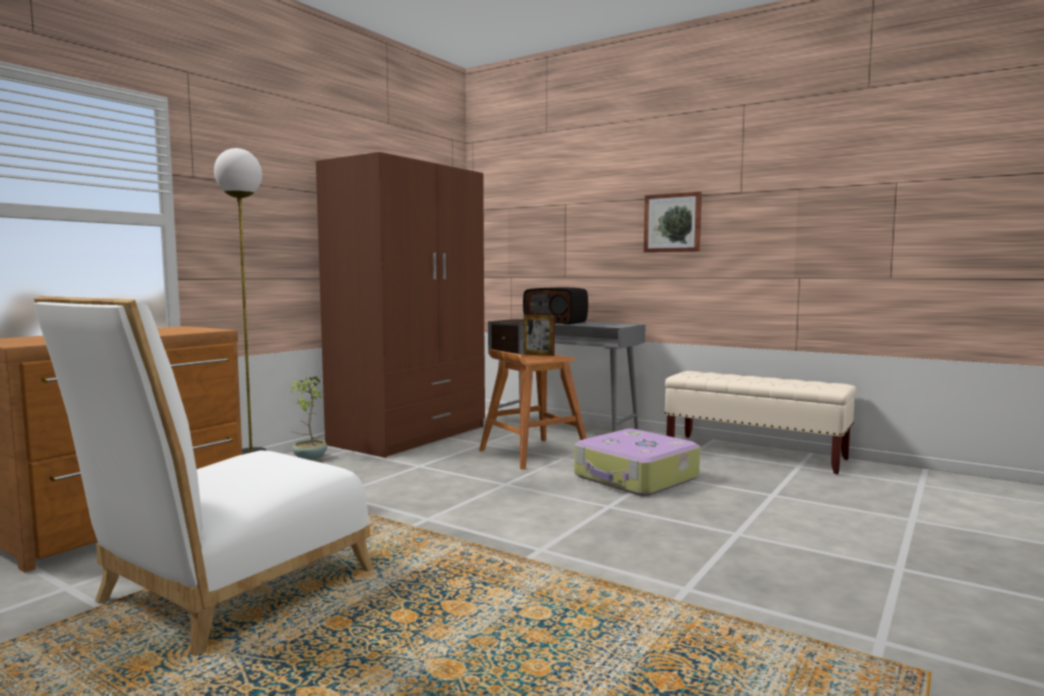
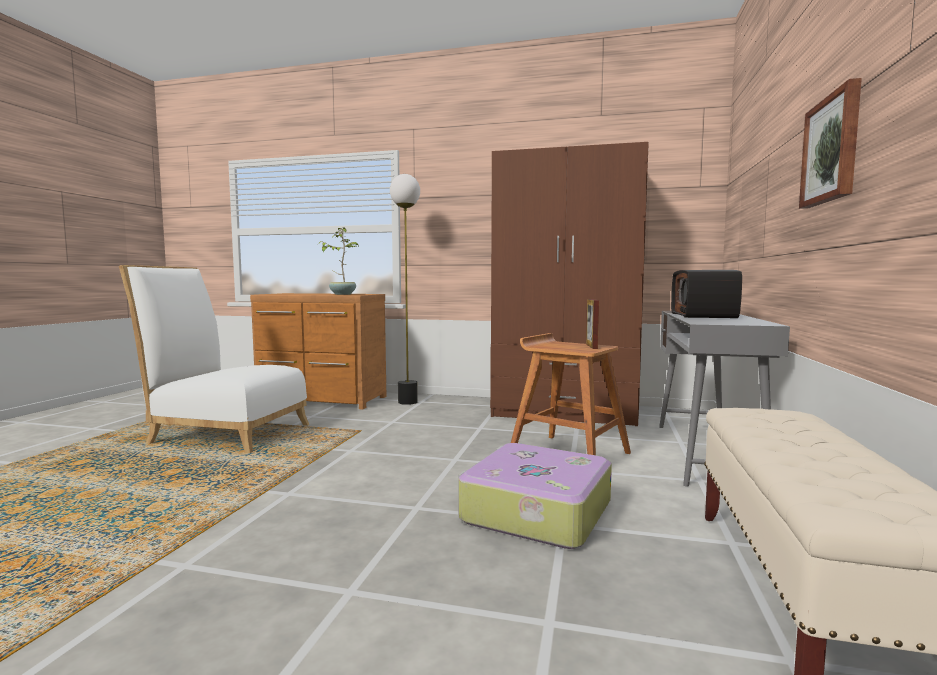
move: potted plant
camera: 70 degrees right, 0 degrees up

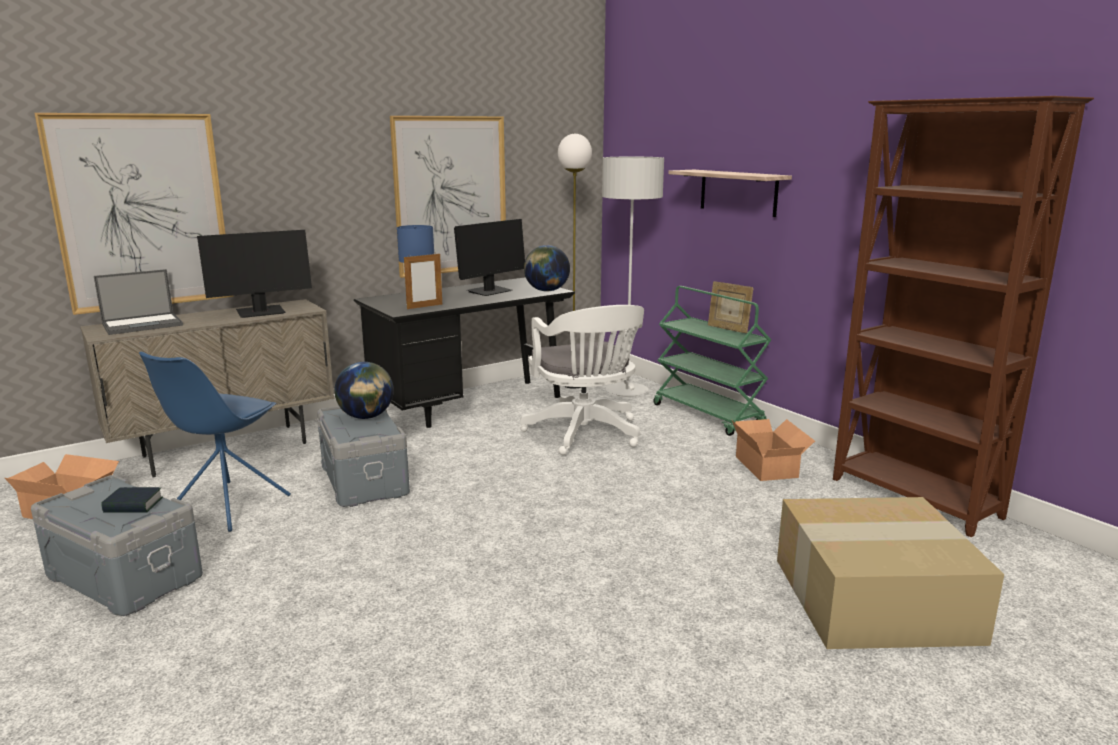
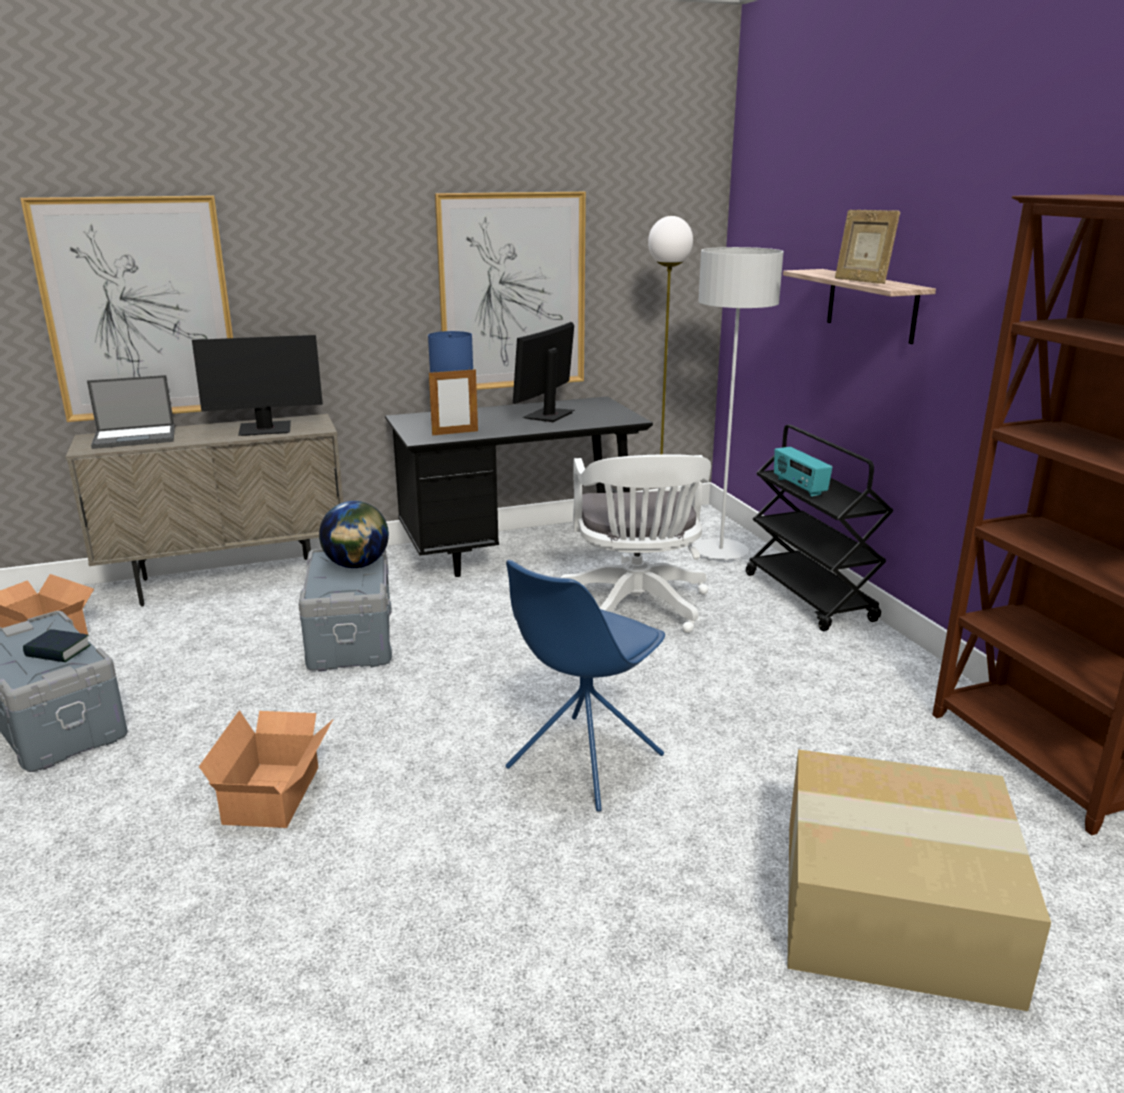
delete: globe (2nd from left)
insert: radio
move: cardboard box (2nd from left); blue chair; picture frame (2nd from left)
recolor: green cart to black cart
rotate: monitor (2nd from left) 150 degrees clockwise
camera: 15 degrees right, 5 degrees up

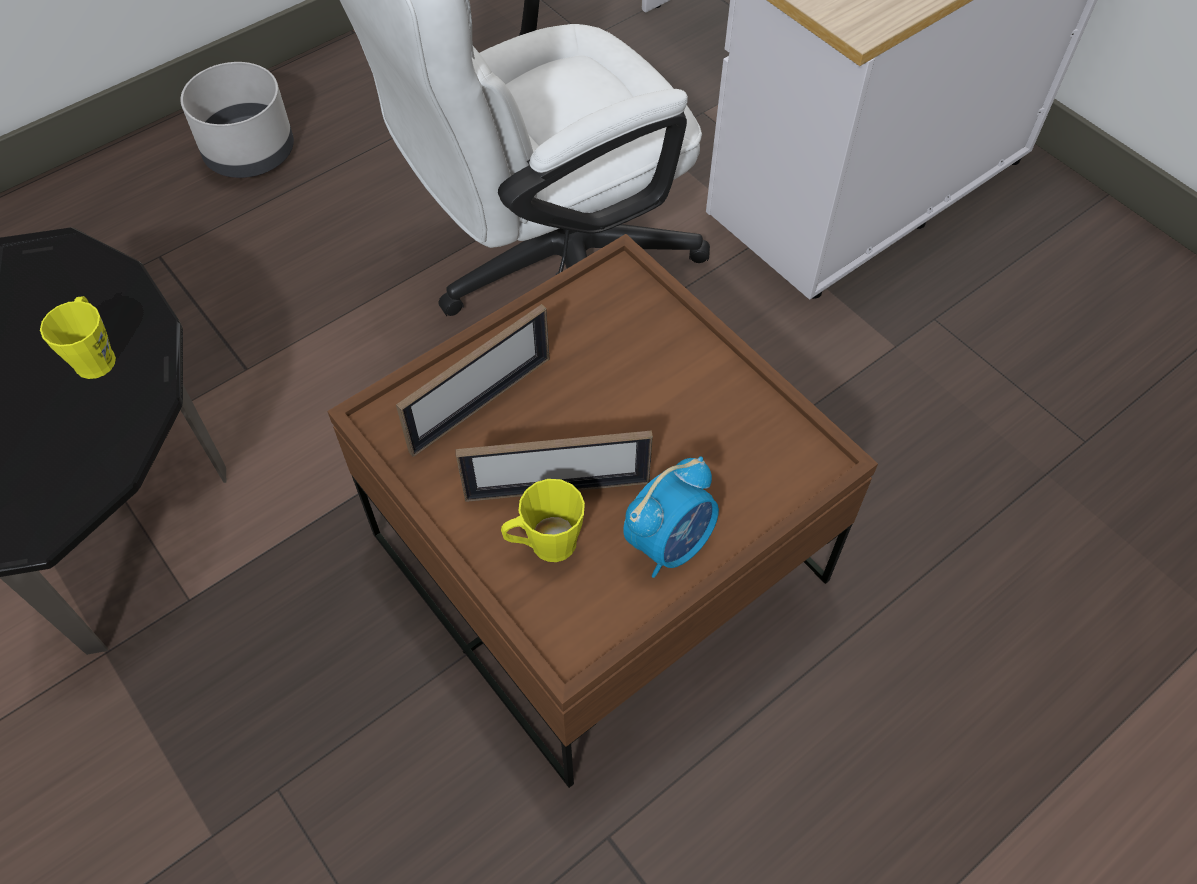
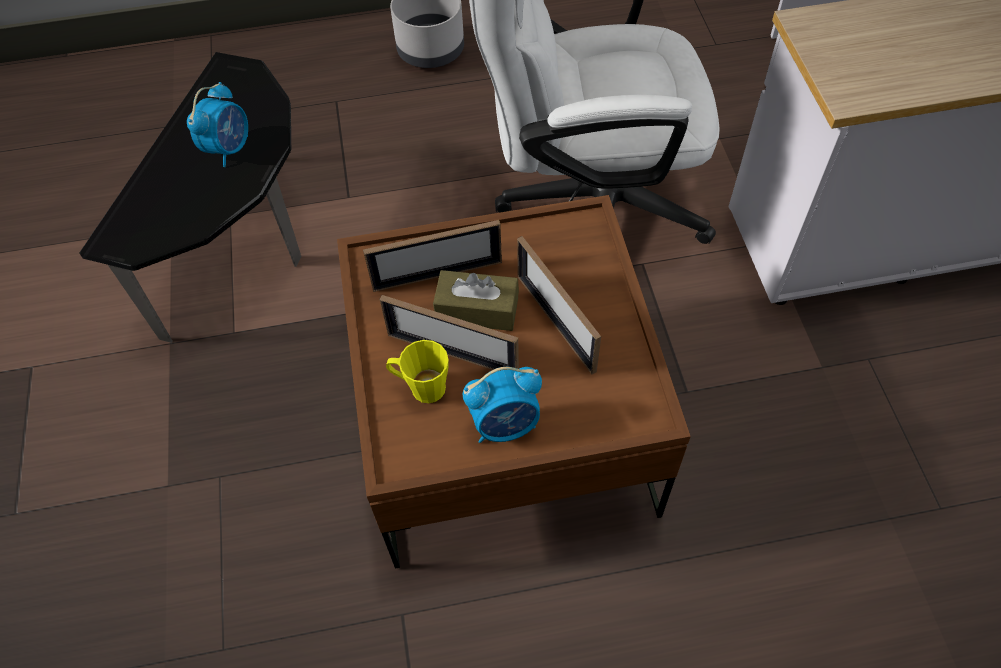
insert: brown tissue box; picture frame (3rd from left)
replace: yellow mug (1st from left) to alarm clock (1st from left)
camera: 30 degrees right, 0 degrees up

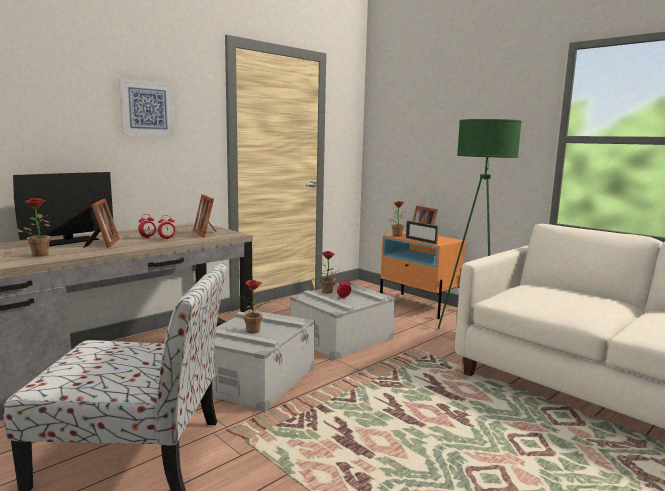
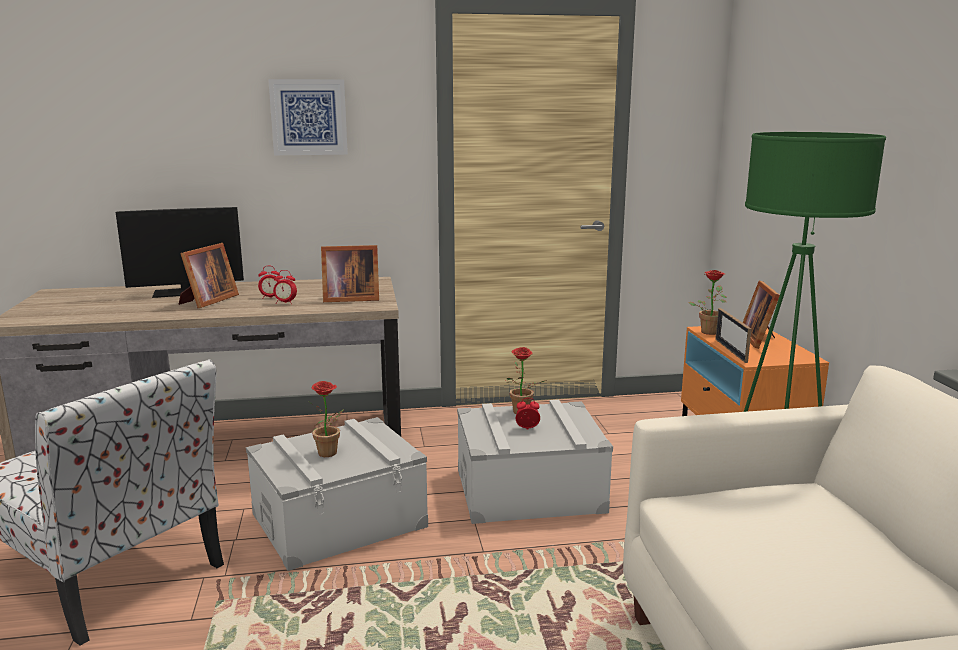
delete: potted plant (1st from left)
rotate: picture frame (2nd from left) 105 degrees counterclockwise
camera: 35 degrees right, 5 degrees up

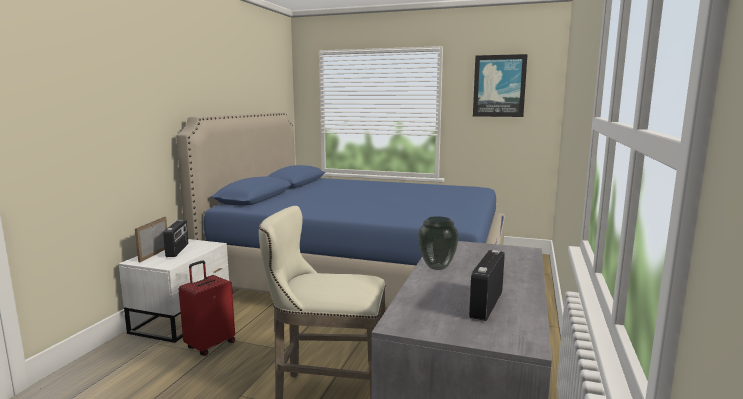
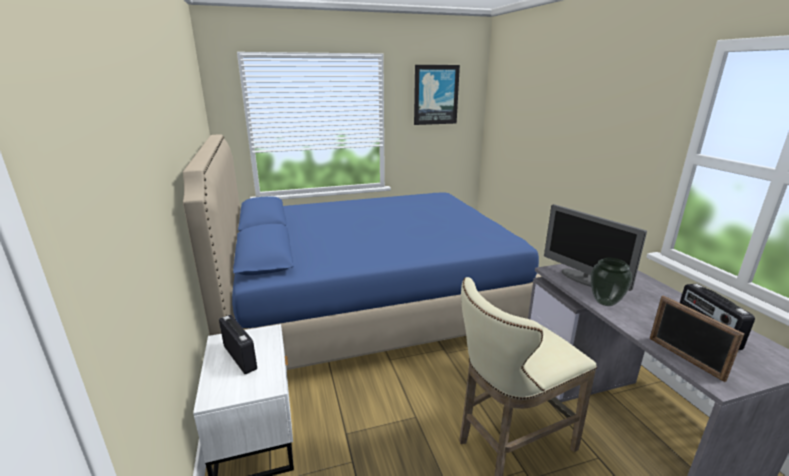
delete: red suitcase
insert: monitor
move: picture frame
camera: 35 degrees left, 10 degrees up

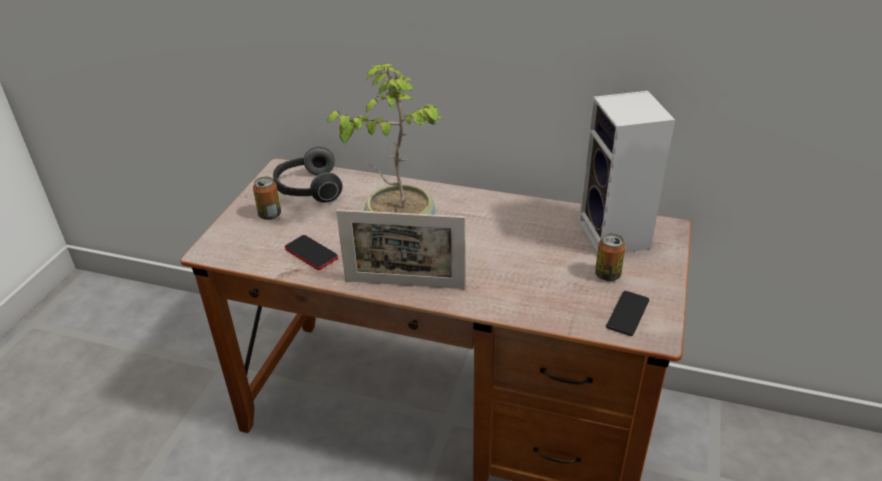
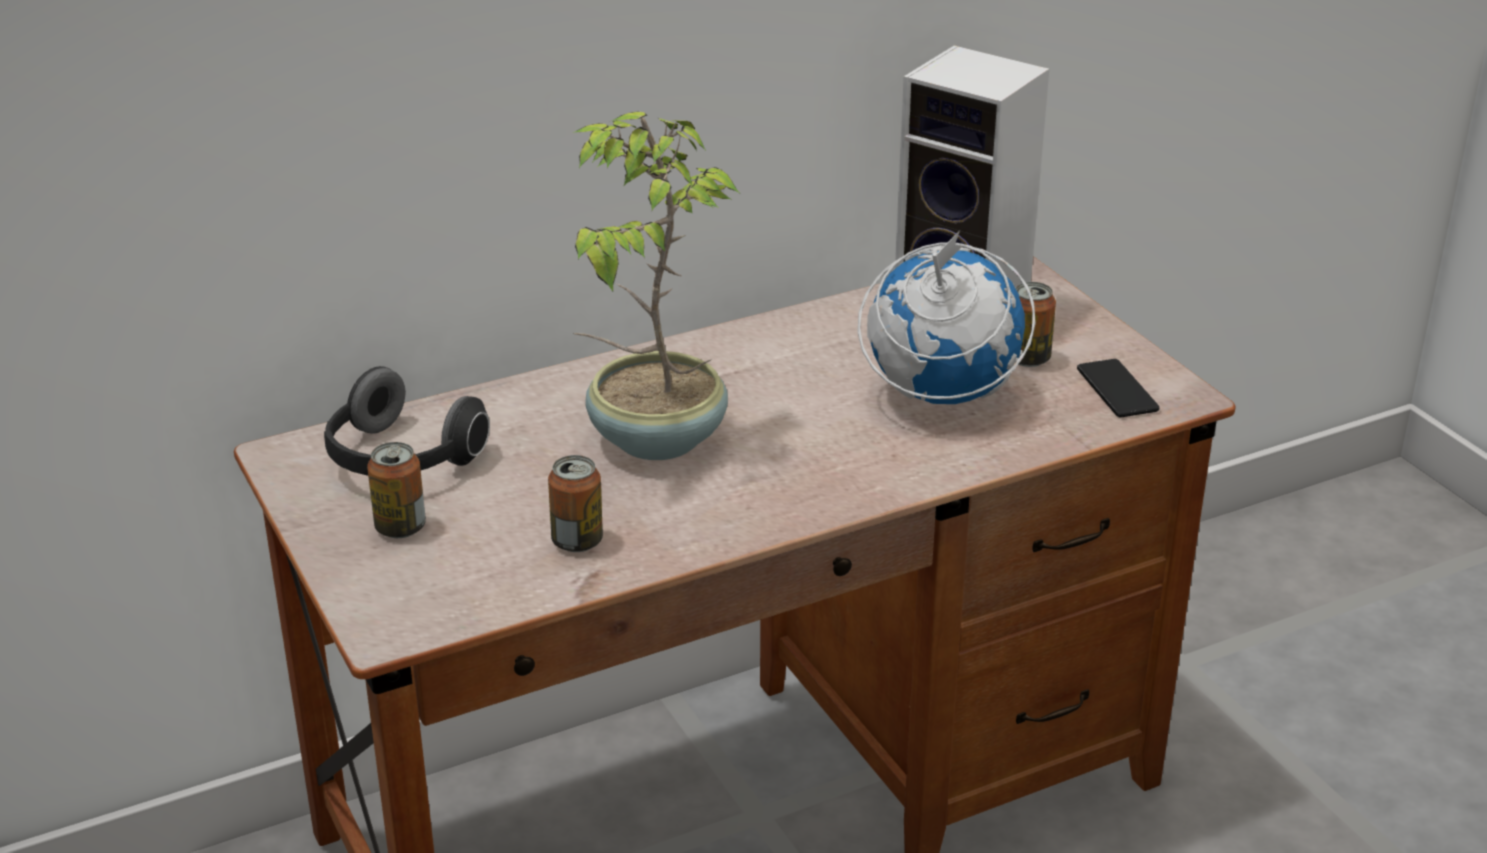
delete: picture frame
insert: globe
replace: phone (1st from left) to can (2nd from left)
camera: 45 degrees left, 5 degrees down

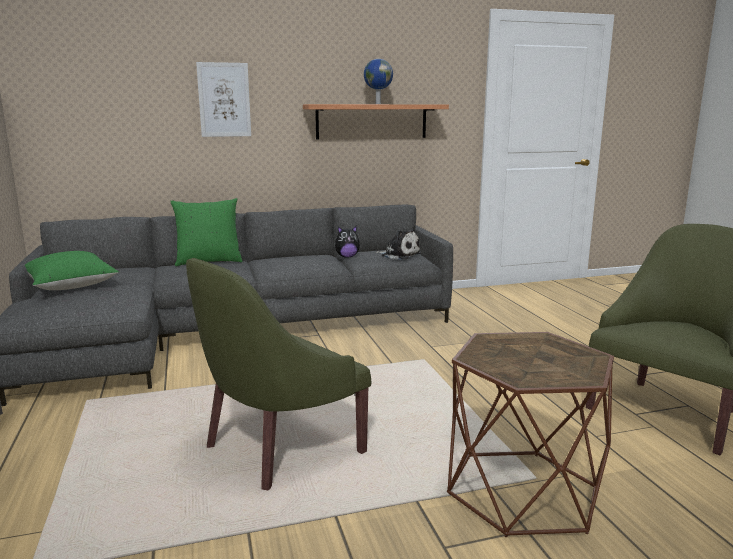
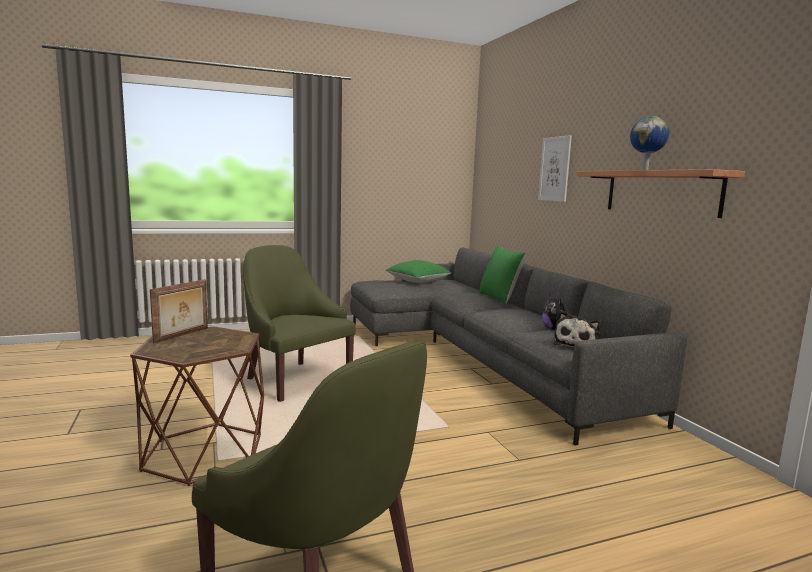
insert: picture frame
camera: 85 degrees right, 5 degrees down

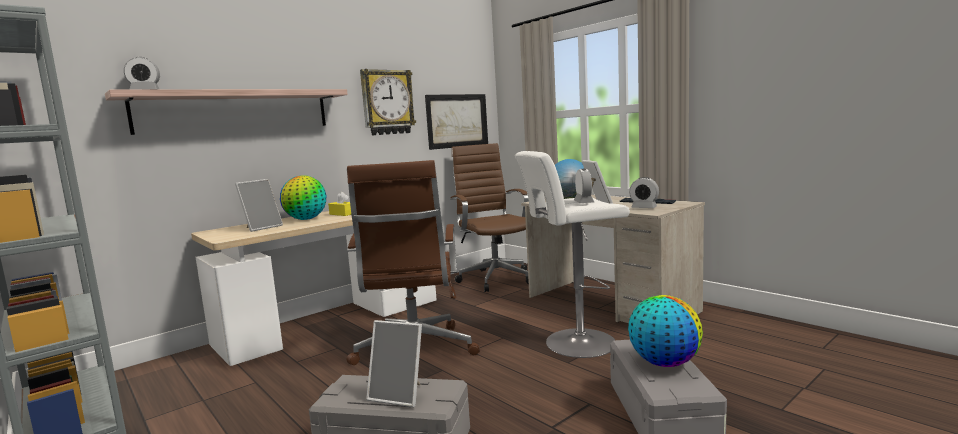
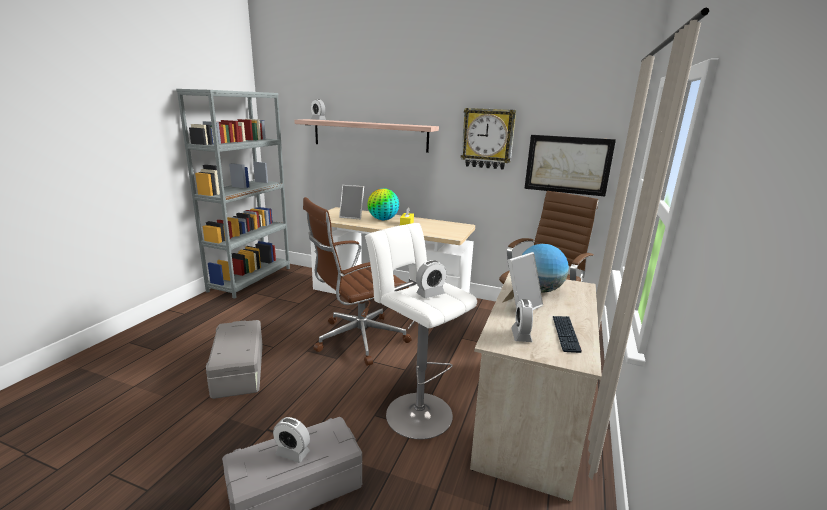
delete: picture frame (2nd from left)
replace: globe (3rd from left) to alarm clock (1st from left)
camera: 60 degrees right, 10 degrees up

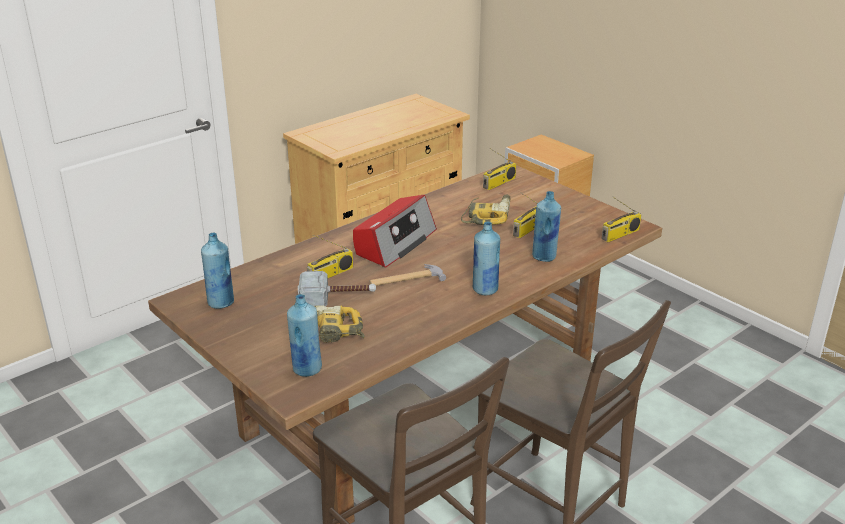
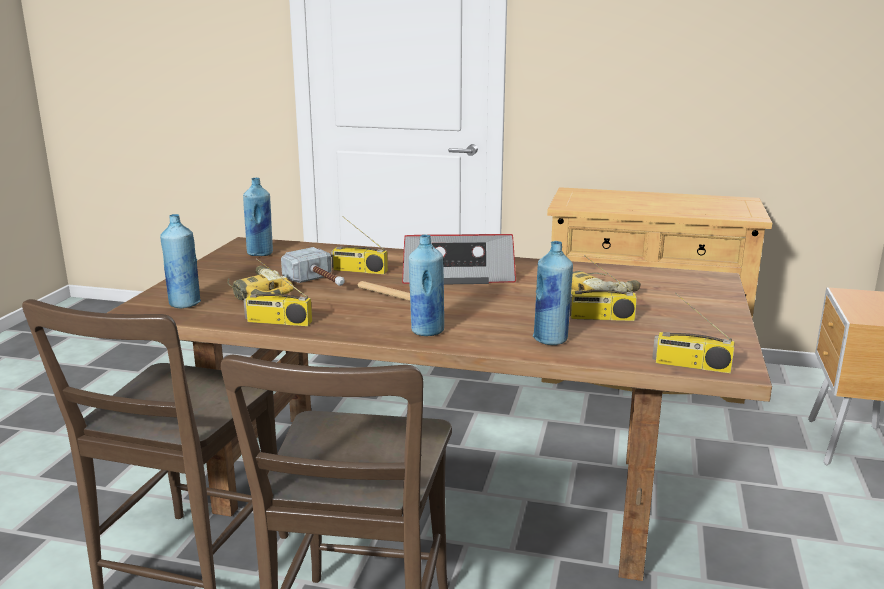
move: radio (3rd from left in the first image) to radio (1st from left)
camera: 55 degrees right, 10 degrees down

